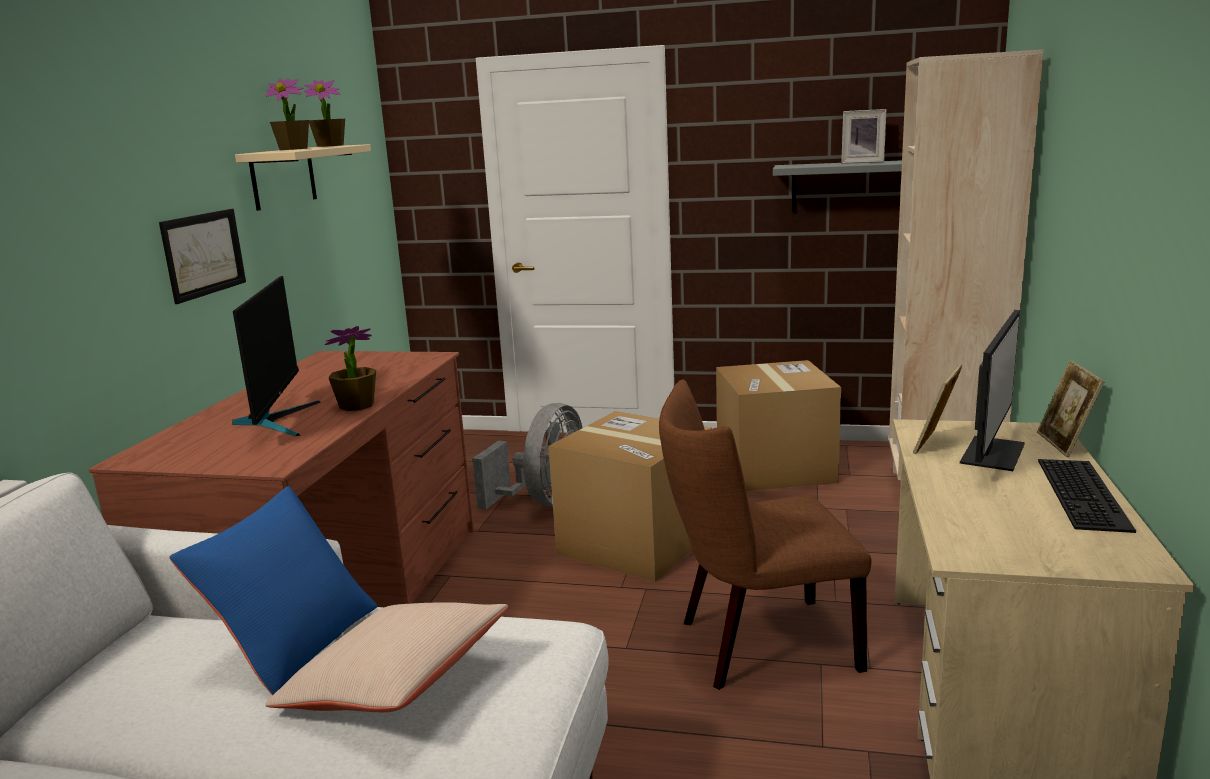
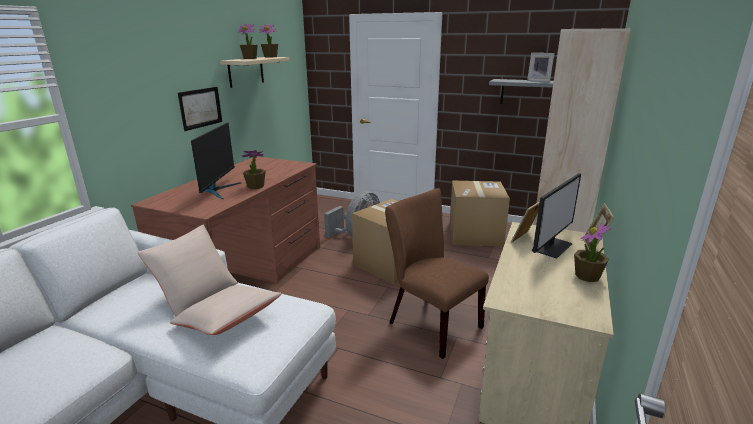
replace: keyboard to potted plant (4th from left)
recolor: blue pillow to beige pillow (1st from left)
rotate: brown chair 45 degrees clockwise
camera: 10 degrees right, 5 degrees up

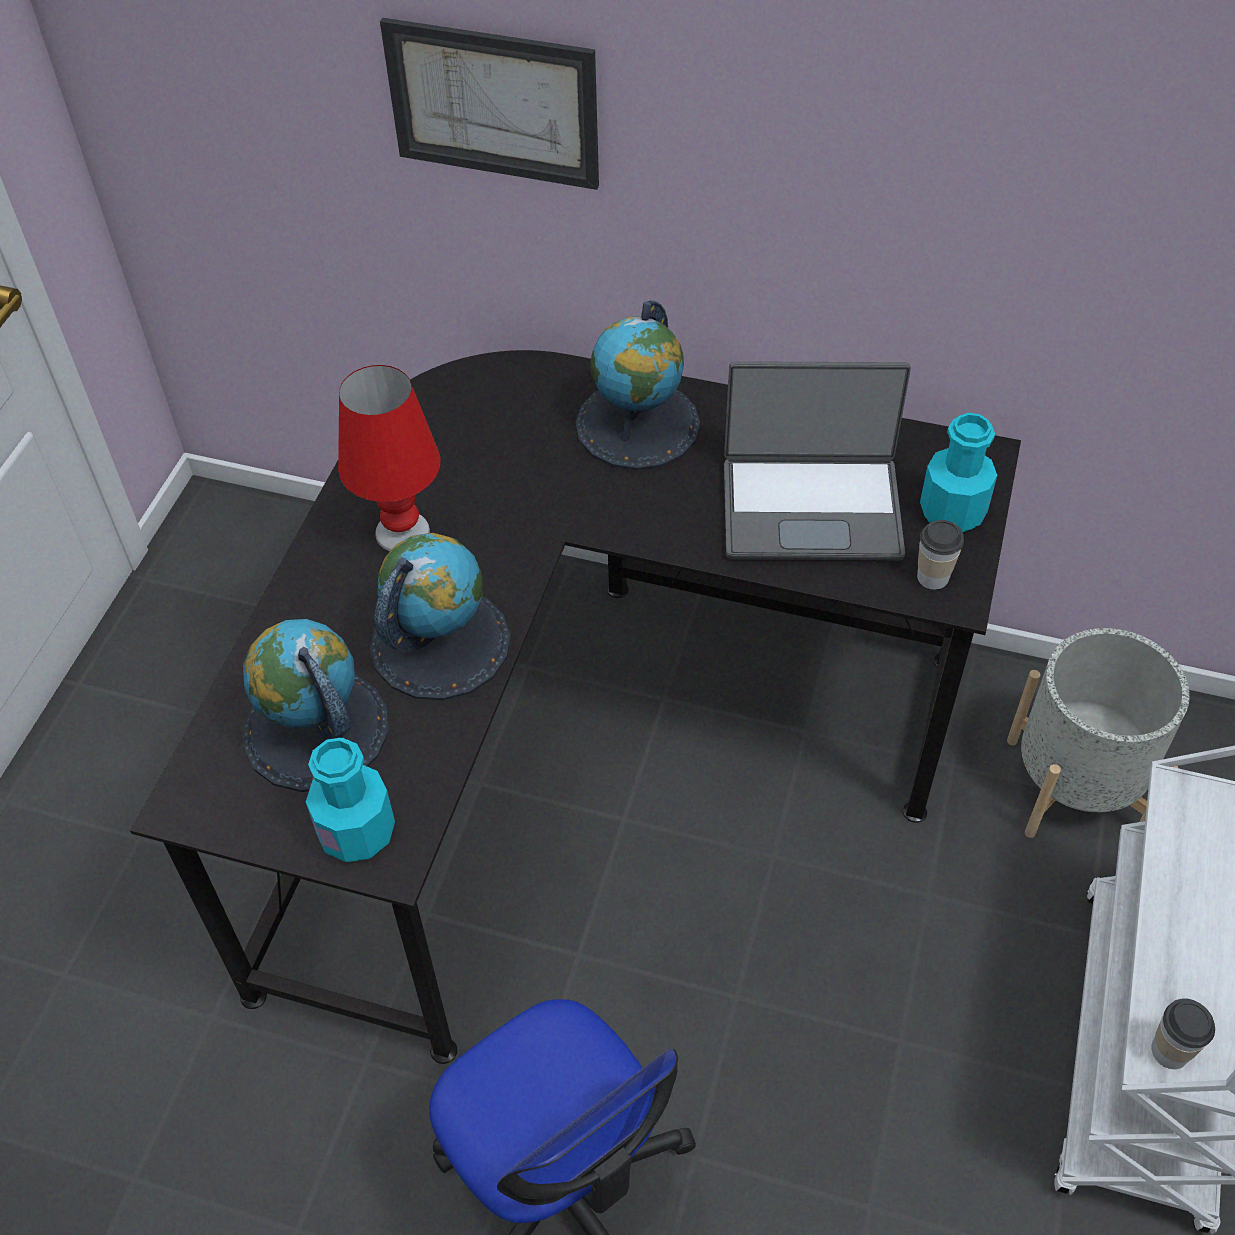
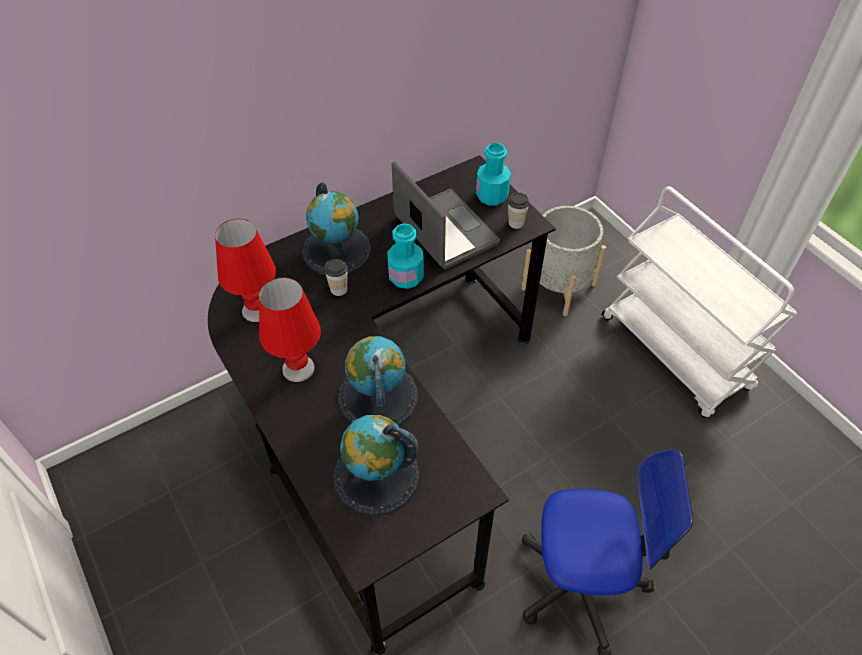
delete: picture
insert: red table lamp (1st from left)
move: cup (2nd from left in the first image) to cup (1st from left); turquoise bottle (1st from left)
rotate: laptop 75 degrees counterclockwise
camera: 50 degrees left, 0 degrees up

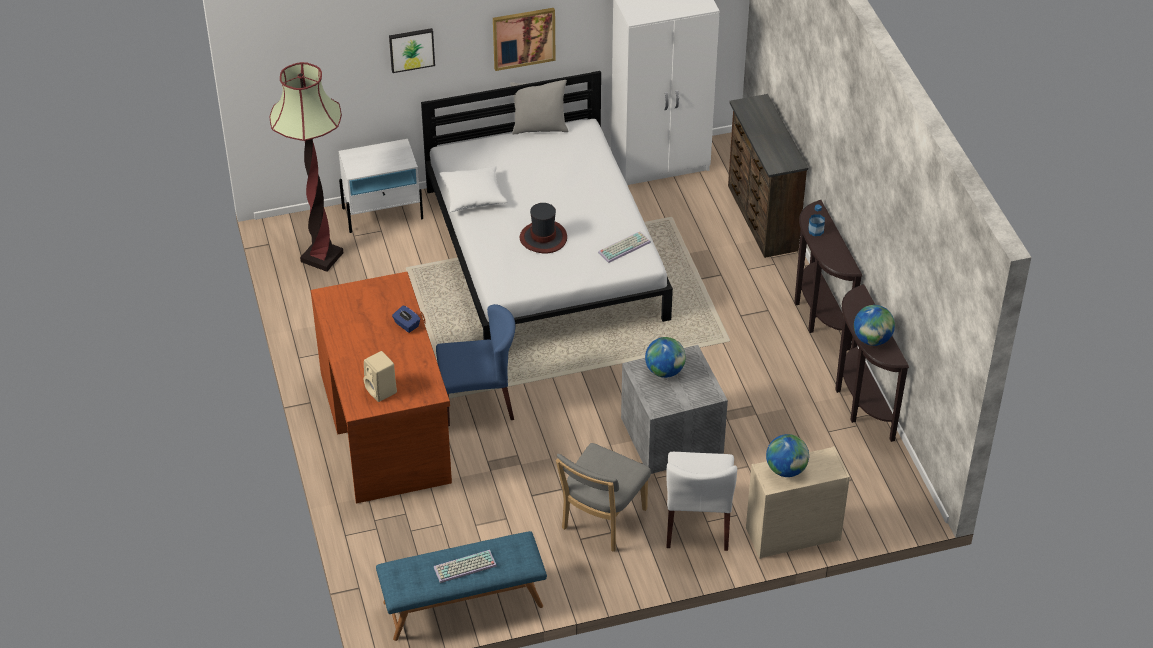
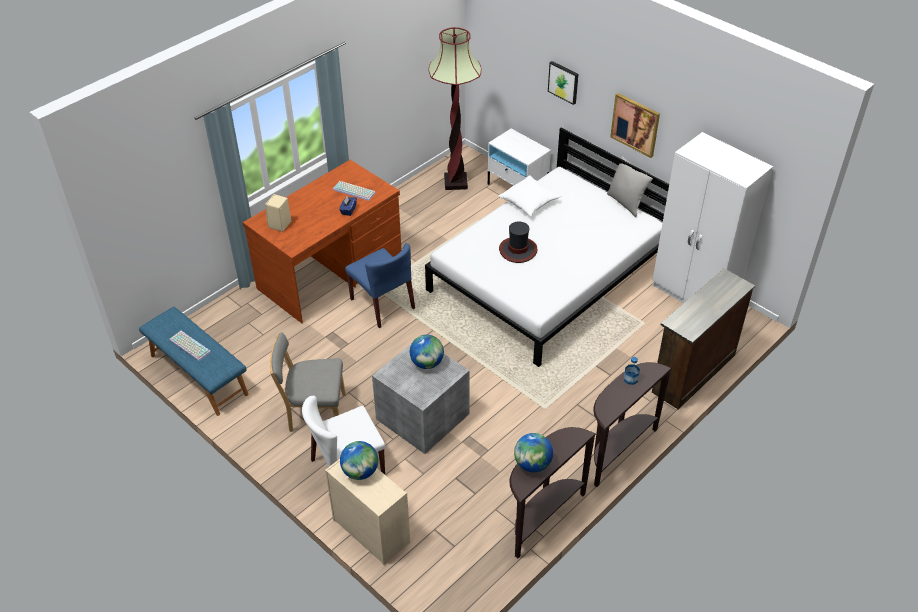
move: keyboard (2nd from left)
camera: 60 degrees right, 0 degrees up

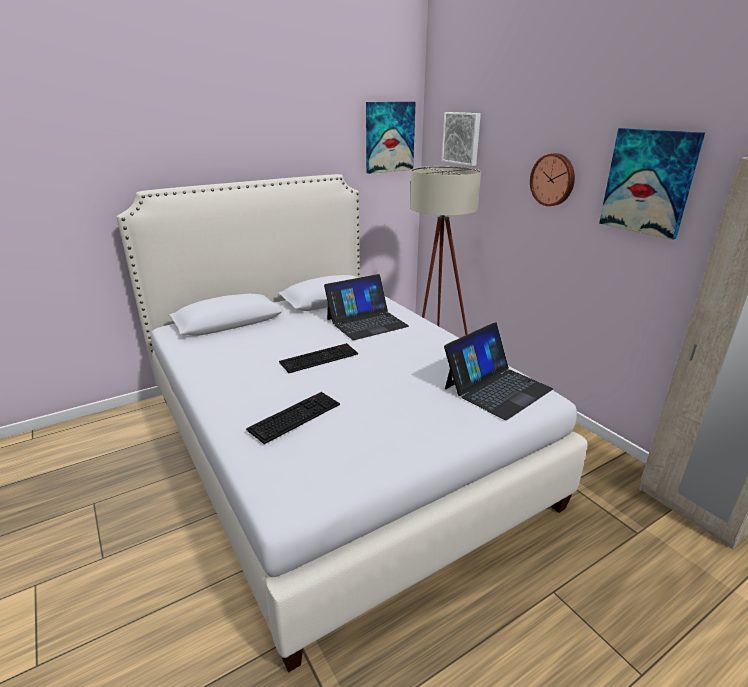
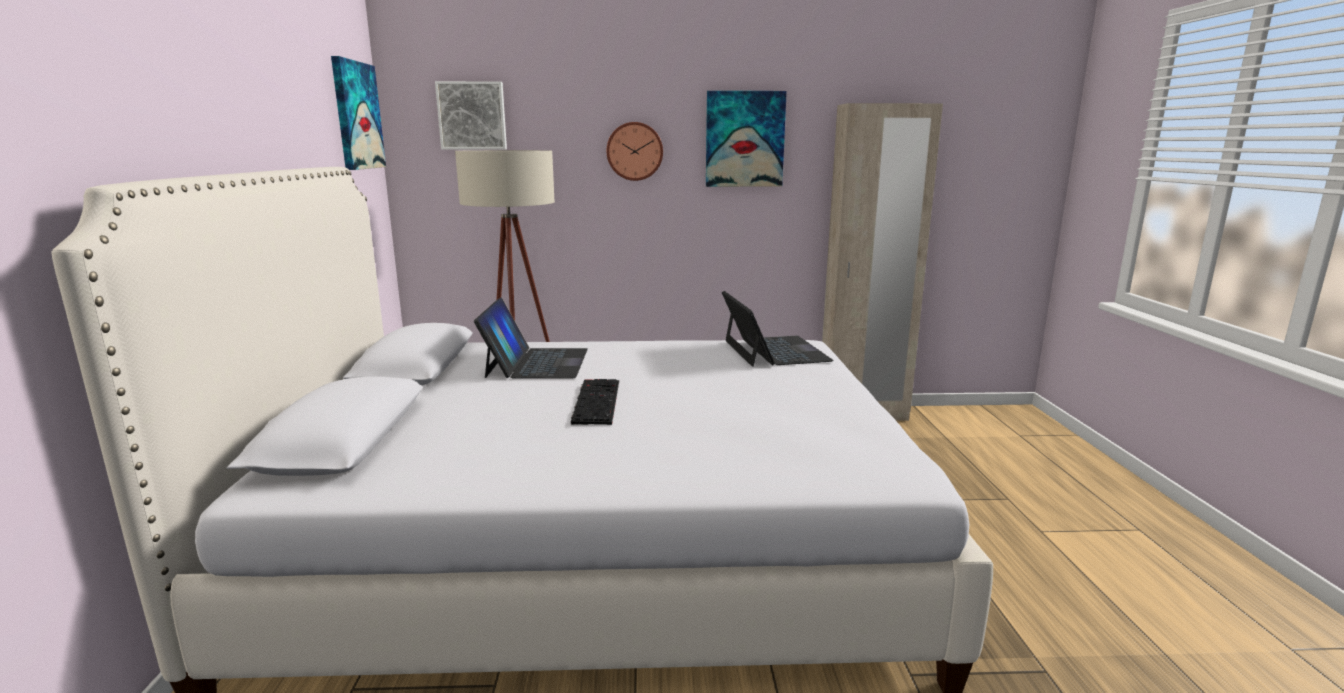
delete: keyboard (1st from left)
camera: 60 degrees left, 10 degrees down

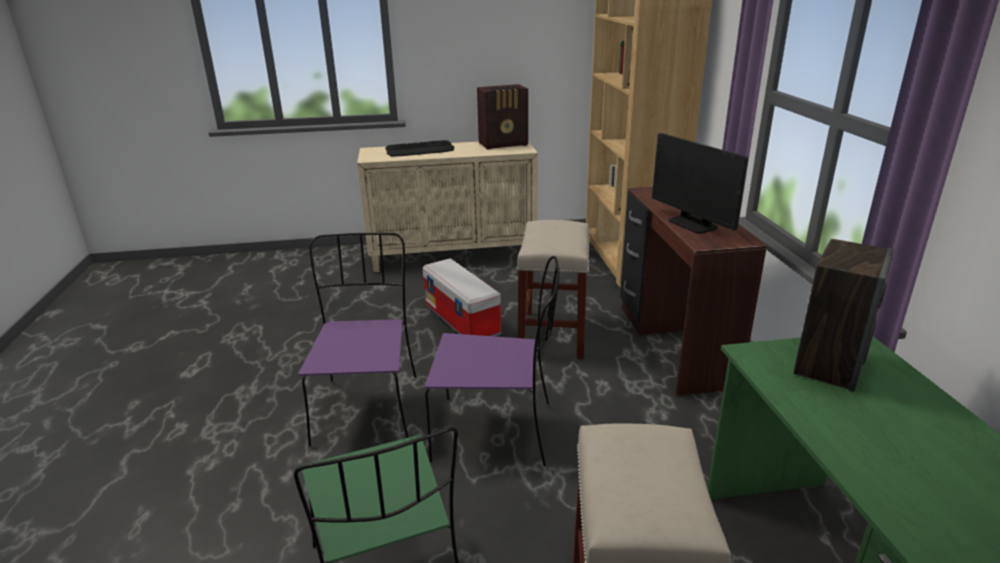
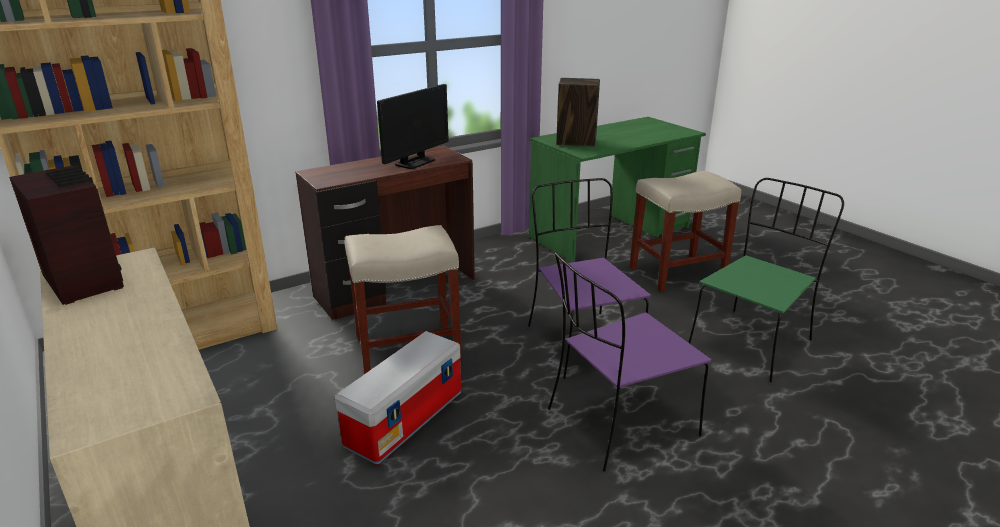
delete: keyboard
camera: 115 degrees left, 0 degrees up

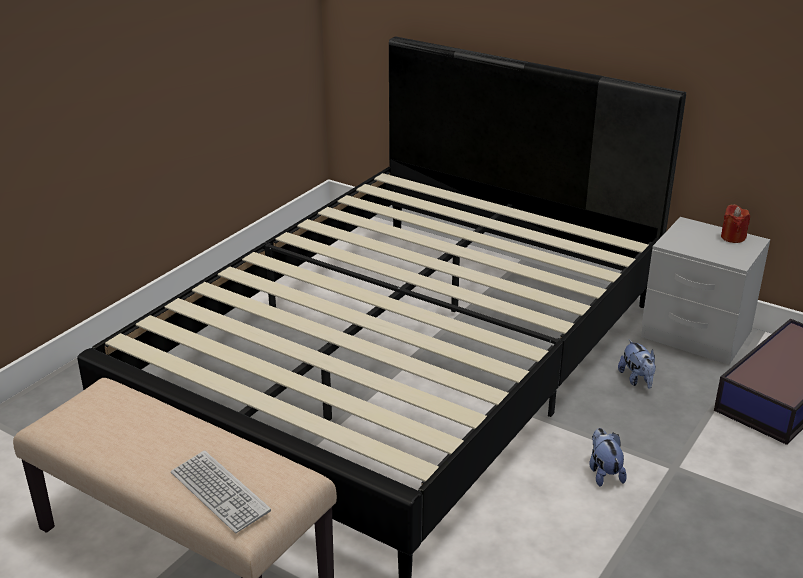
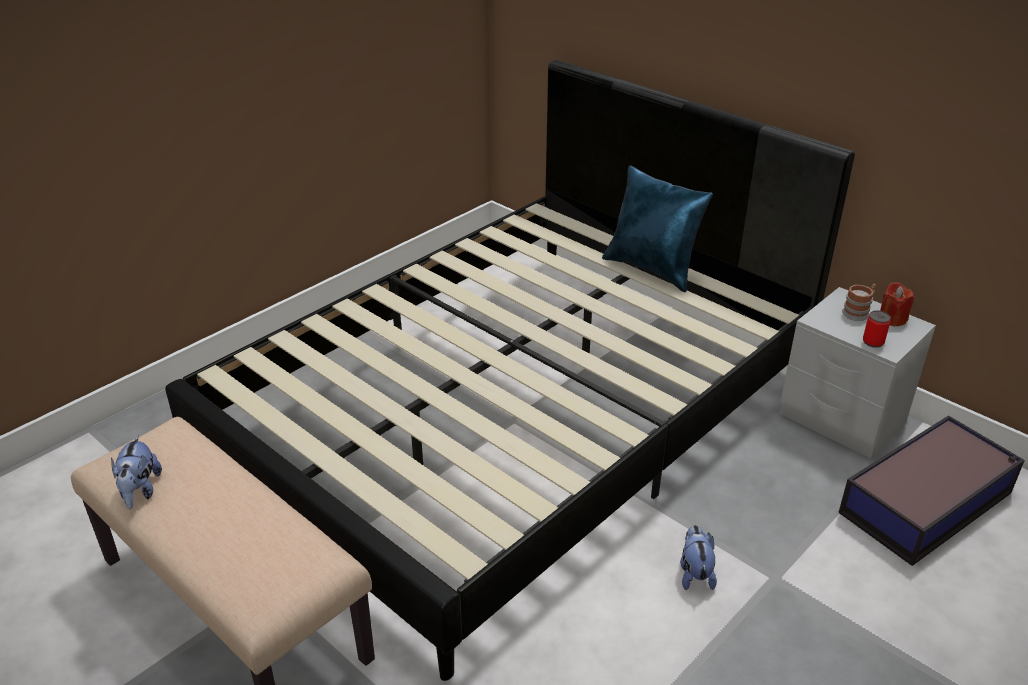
delete: keyboard
insert: blue pillow; mug; can
move: plush toy (2nd from left in the first image) to plush toy (1st from left)
camera: 10 degrees right, 5 degrees up

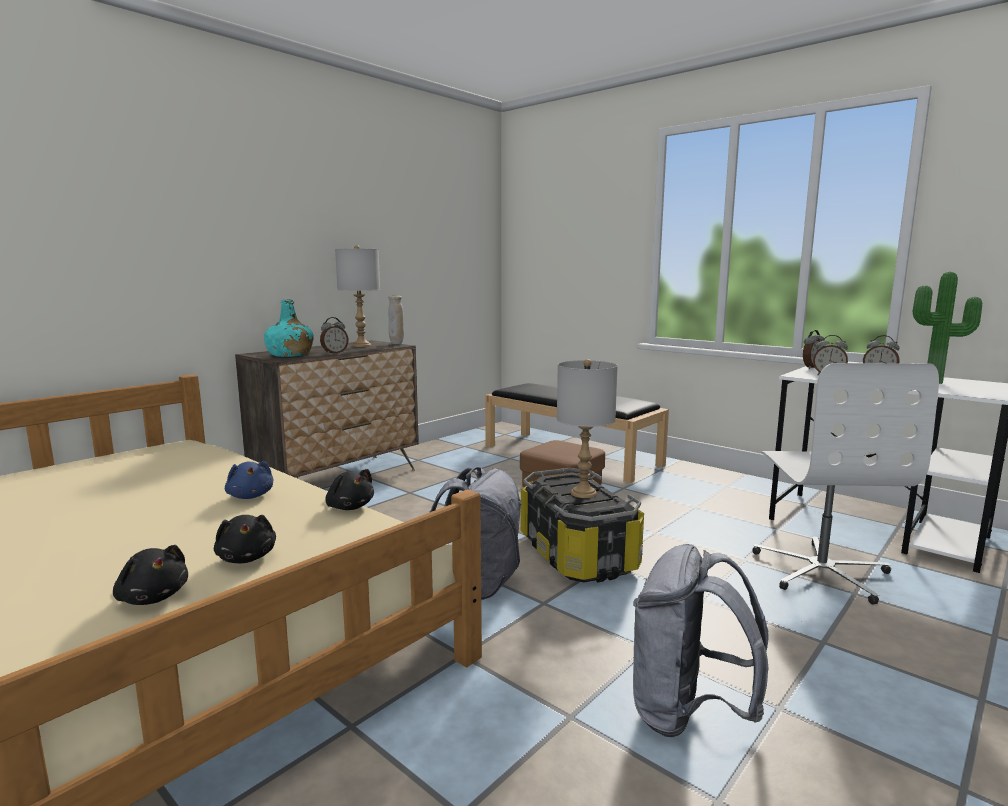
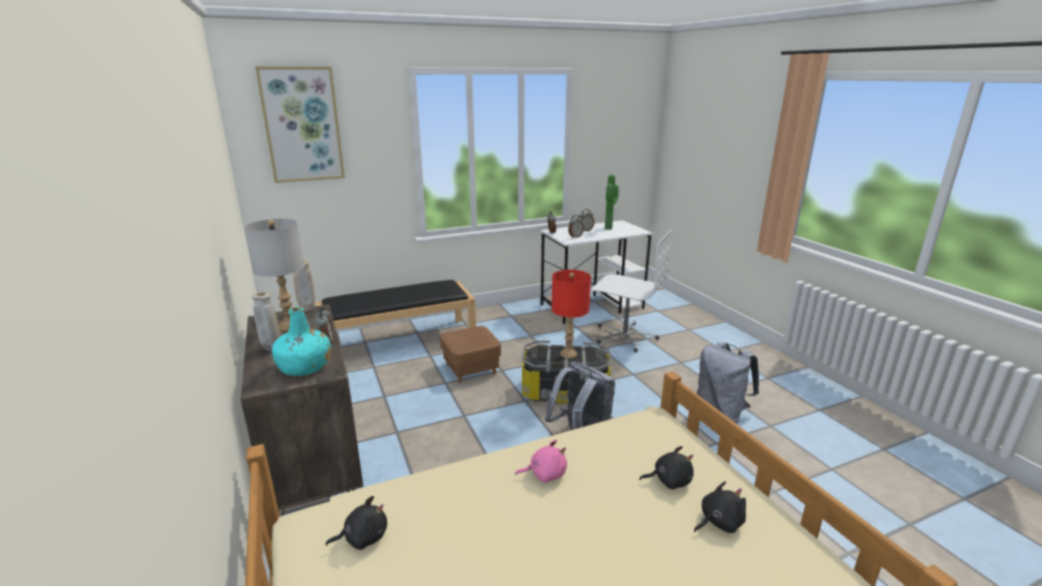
insert: beige vase (1st from left); picture
move: black plush toy (3rd from left in the first image) to black plush toy (1st from left)
recolor: blue plush toy to pink plush toy; grey table lamp (2nd from left) to red table lamp
camera: 65 degrees left, 10 degrees up

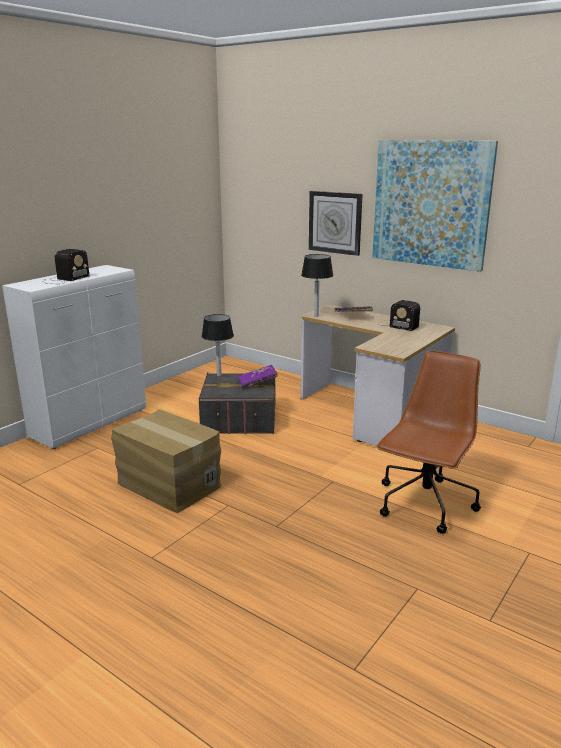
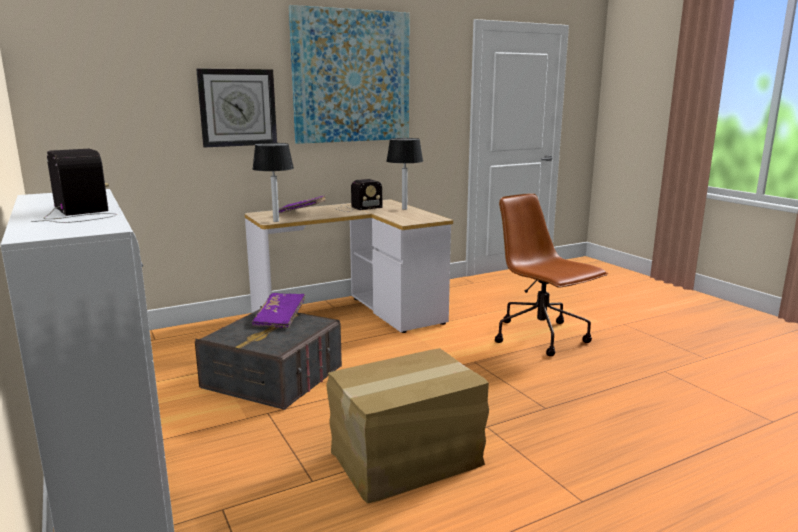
move: table lamp (1st from left in the first image) to table lamp (2nd from left)
camera: 65 degrees left, 5 degrees down

